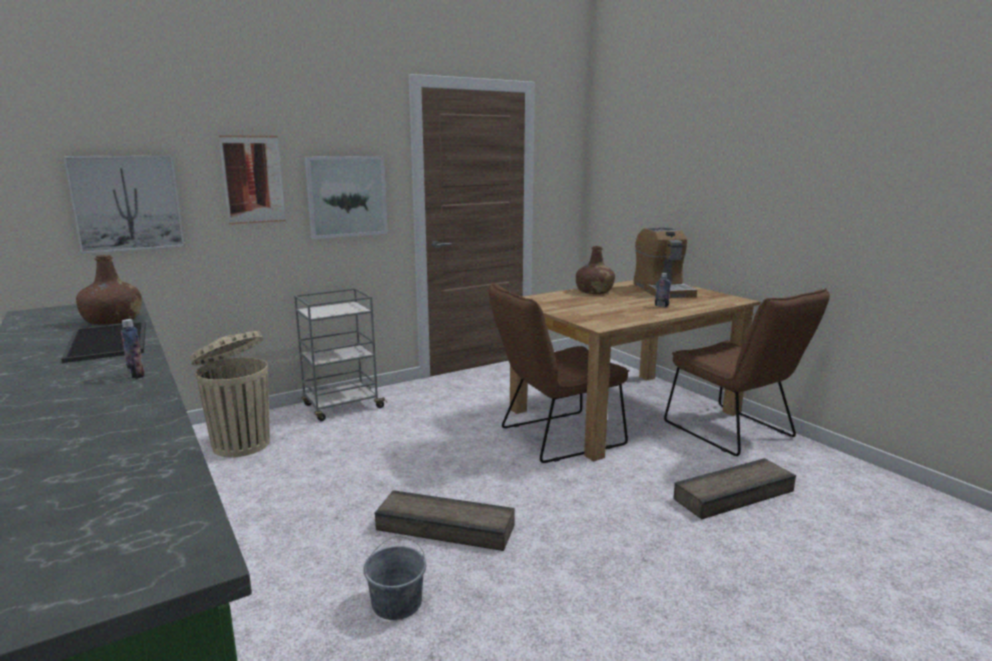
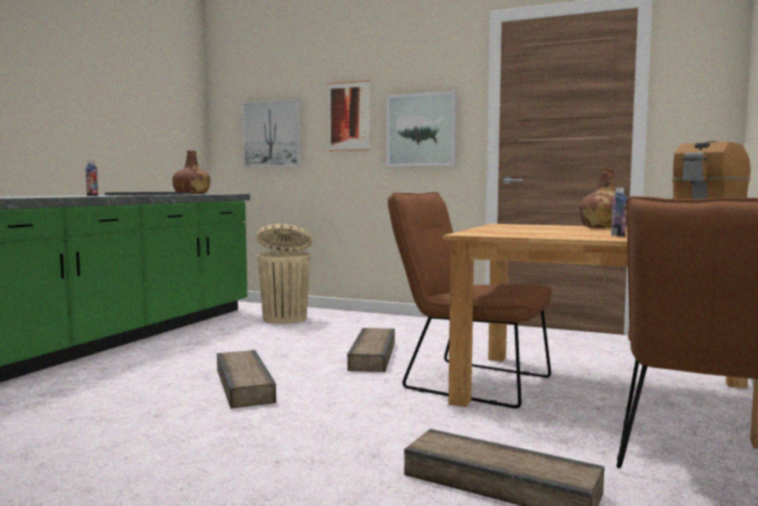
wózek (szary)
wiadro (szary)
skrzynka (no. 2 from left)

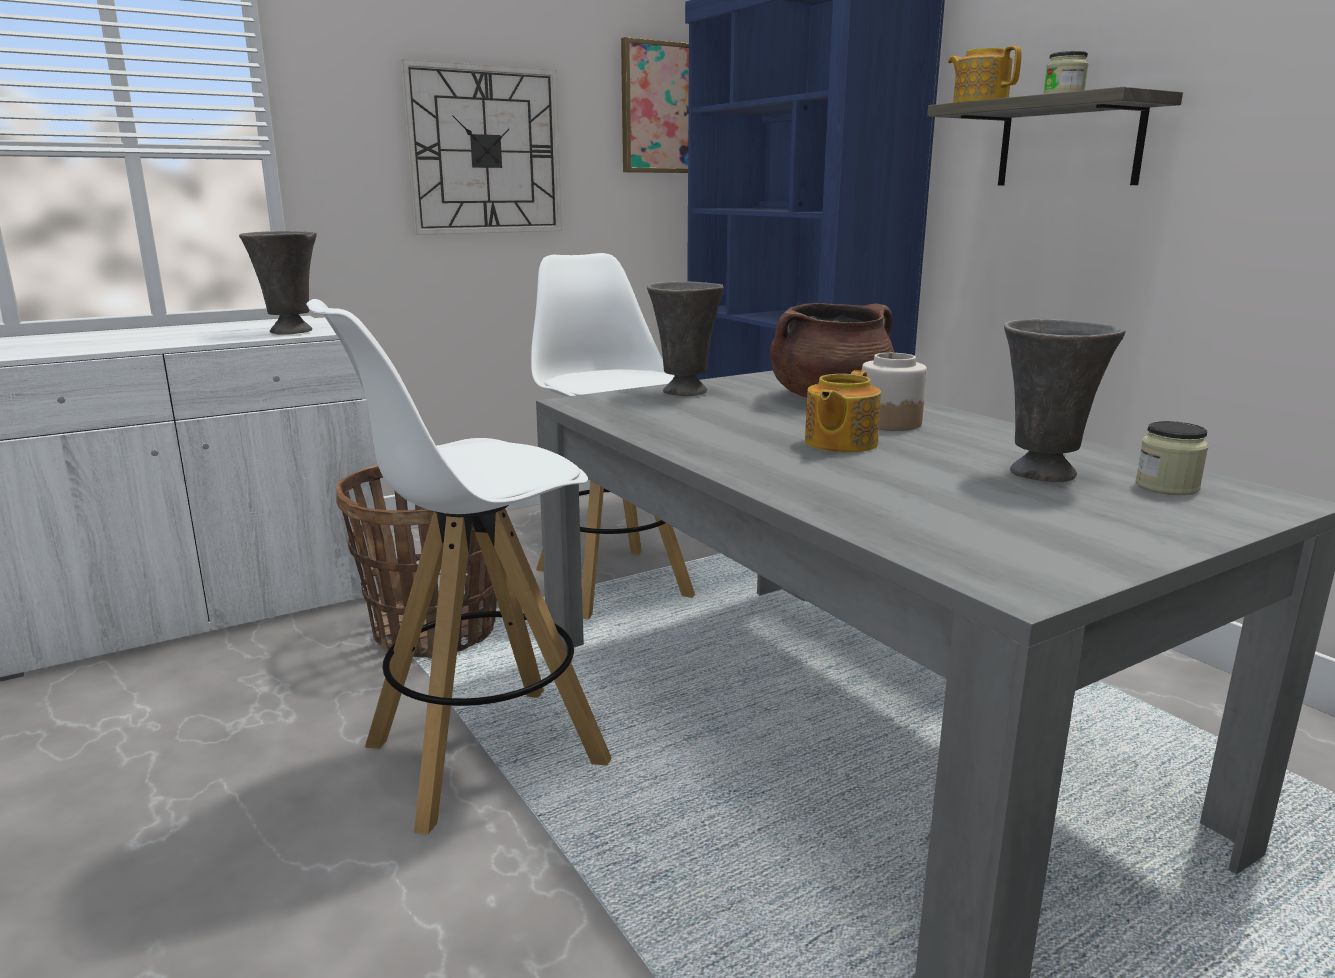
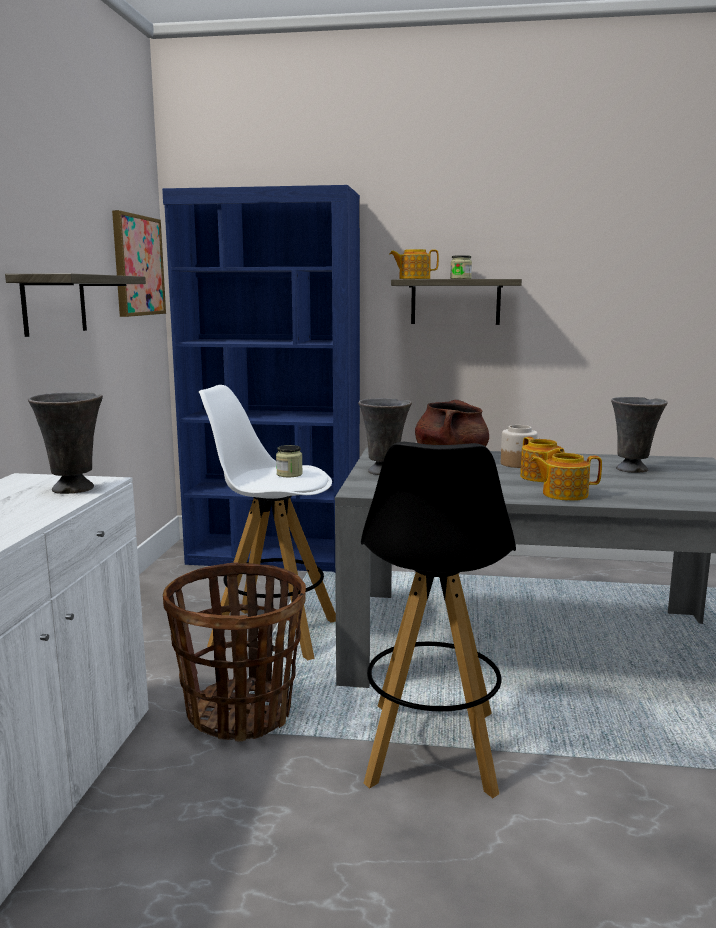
imbryk (no. 3 from left)
słoik (no. 1 from left)
półka (no. 1 from left)
stołek (czarny)

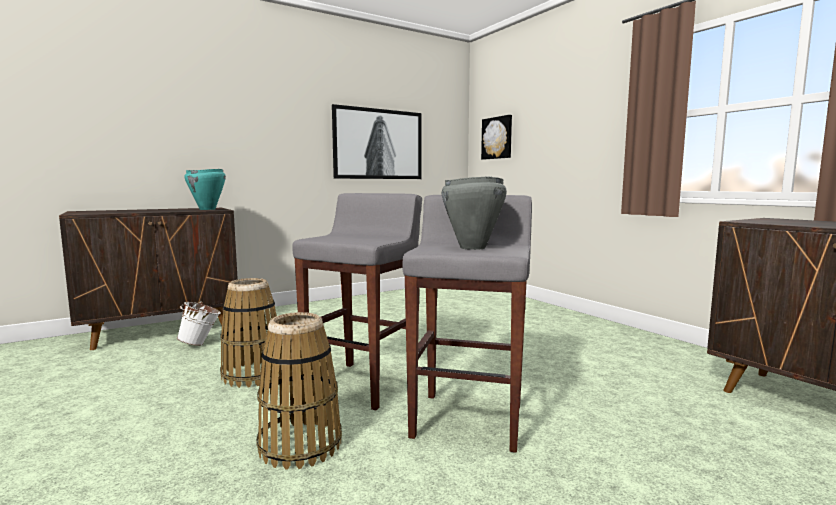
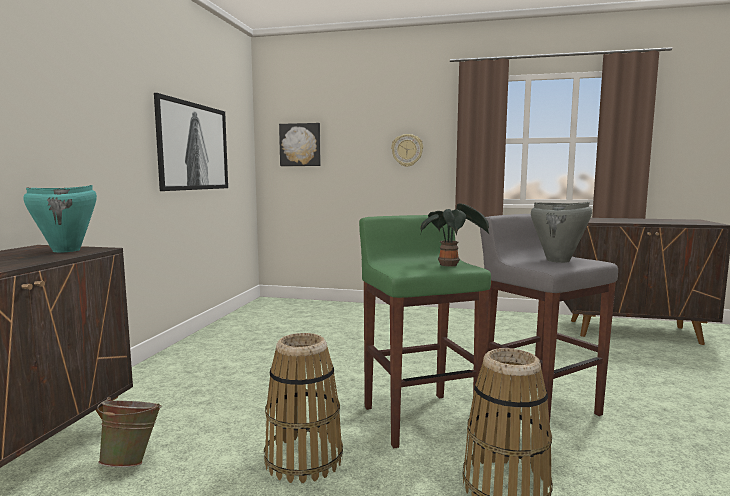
zegar ścienny
roślina doniczkowa
wiadro (zielony)
stołek (zielony)

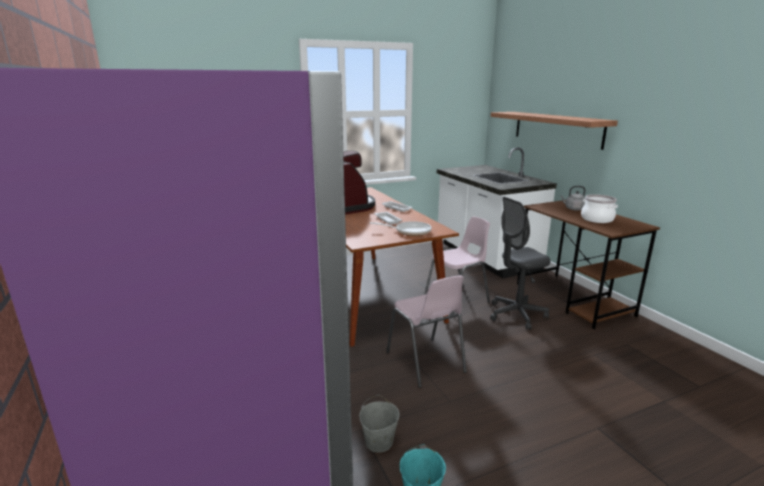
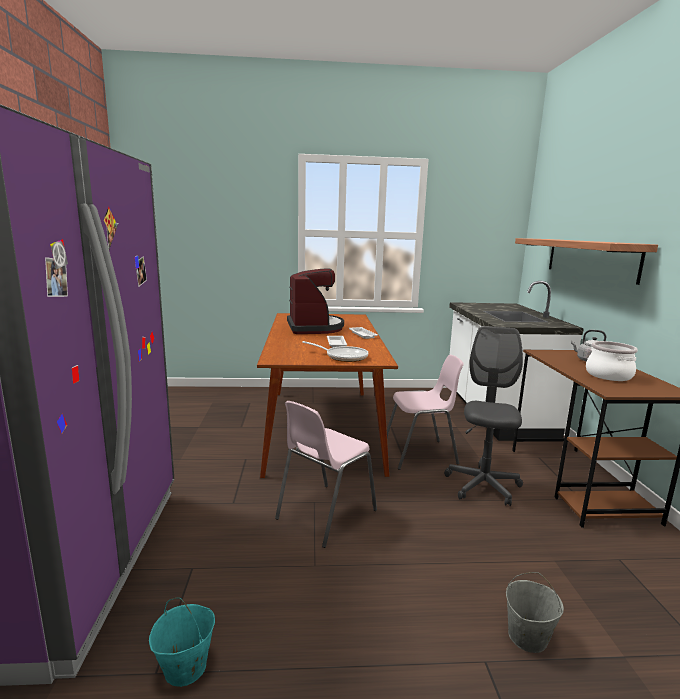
wiadro (szary)
krzesło (różowy) (no. 1 from left)
krzesło biurowe (szary)

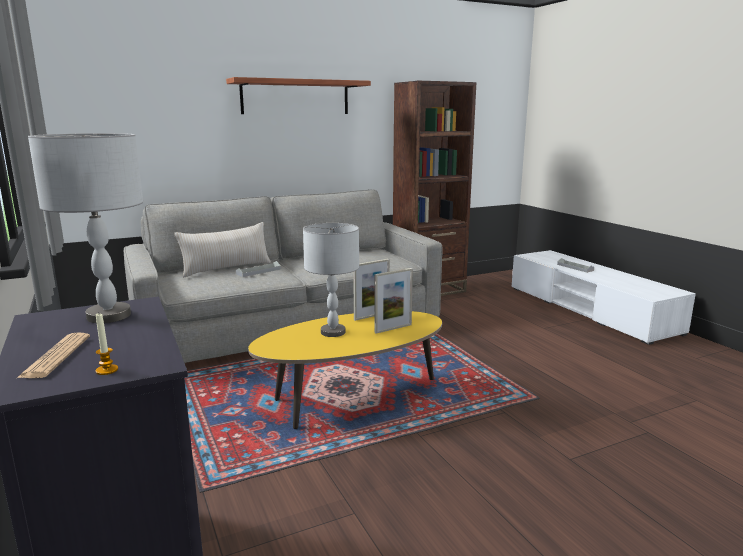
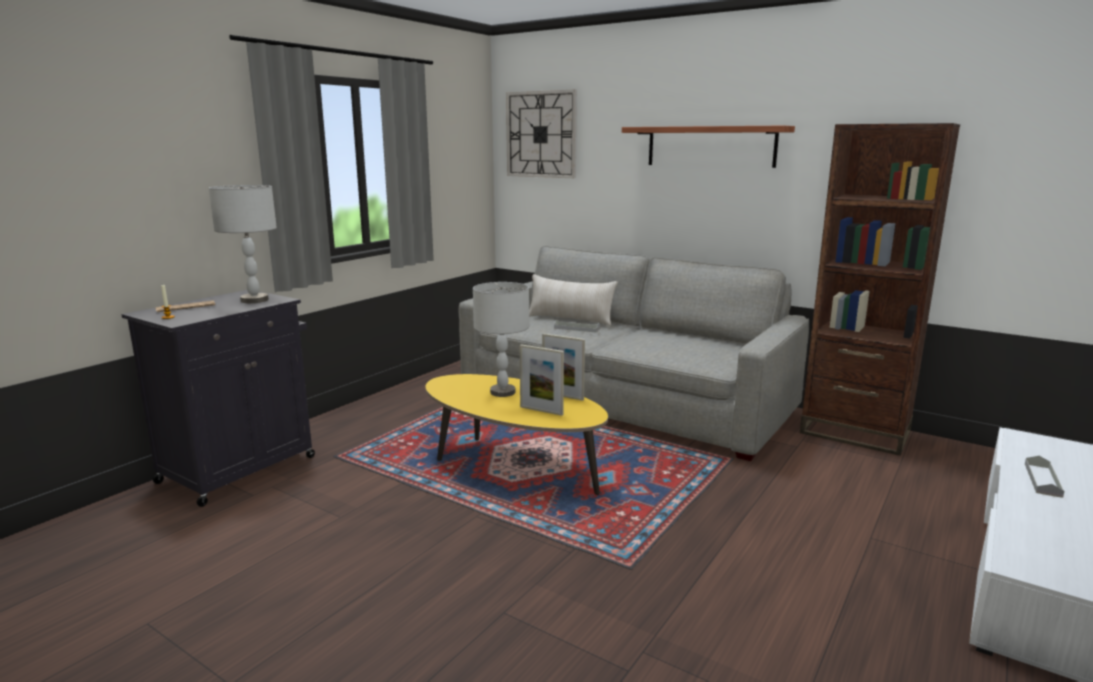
zegar ścienny

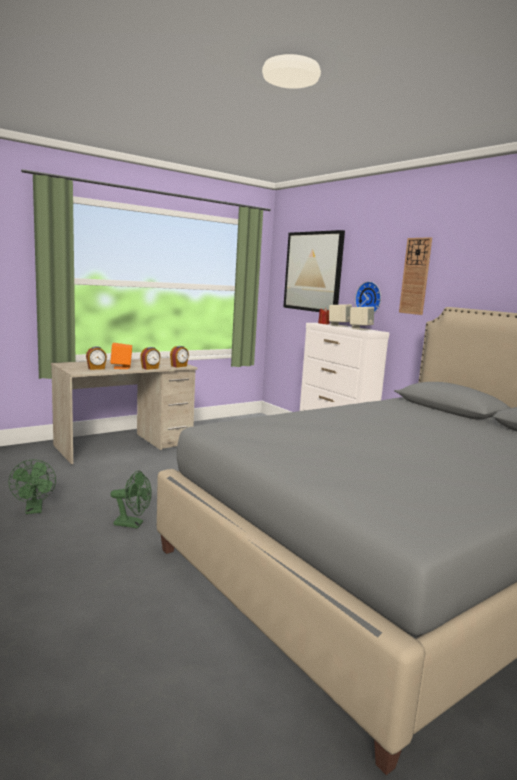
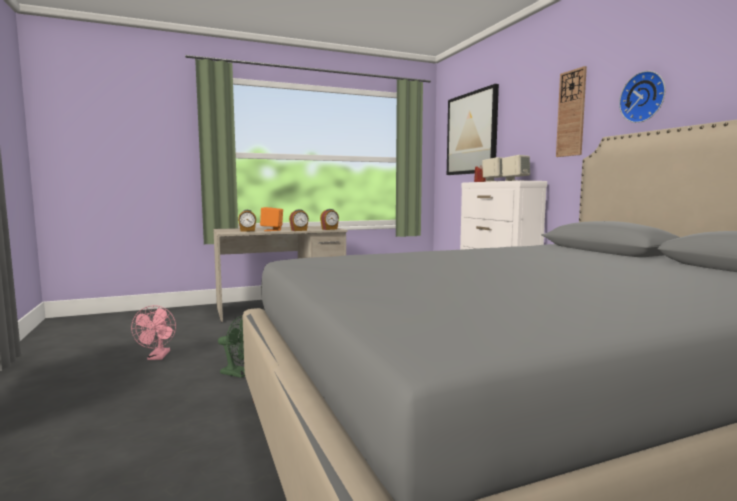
zegar ścienny (no. 2 from left)
wentylator (różowy)

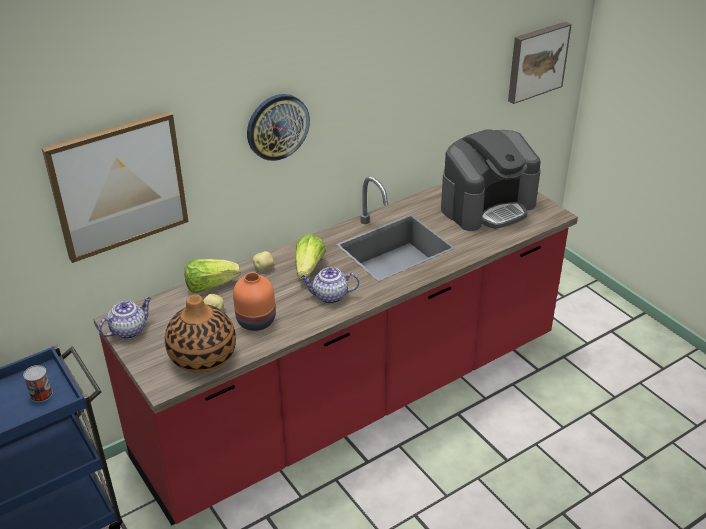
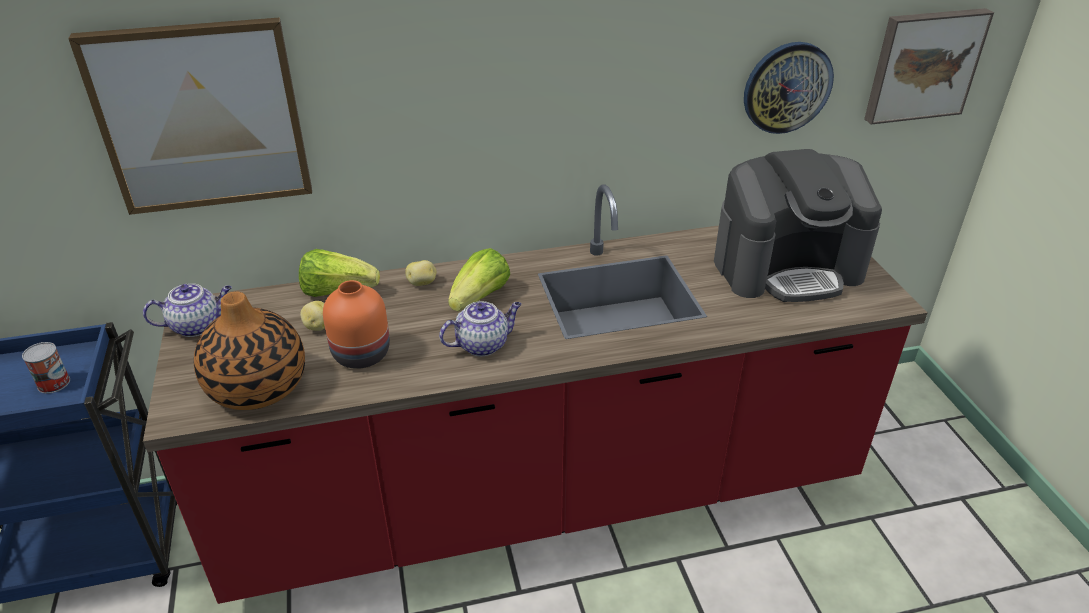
zegar ścienny
imbryk (no. 2 from left)

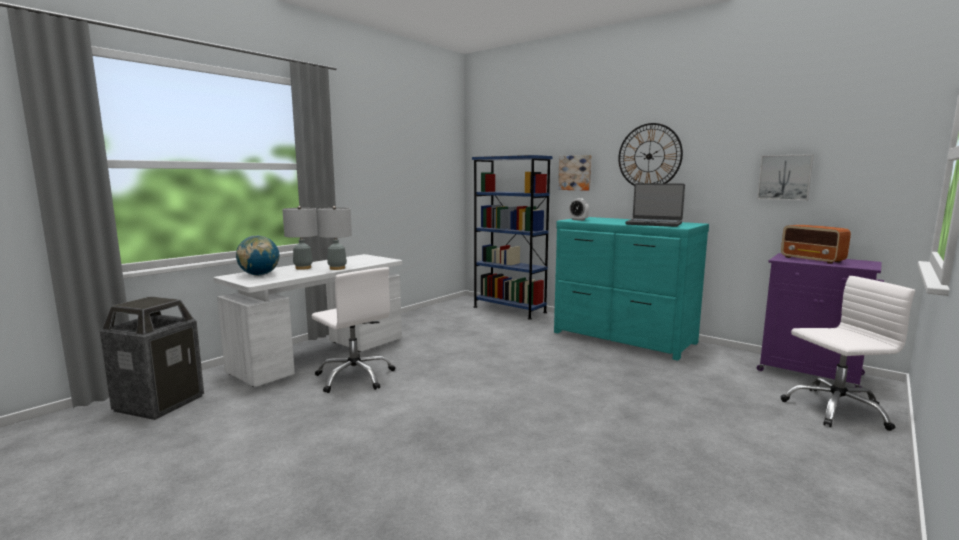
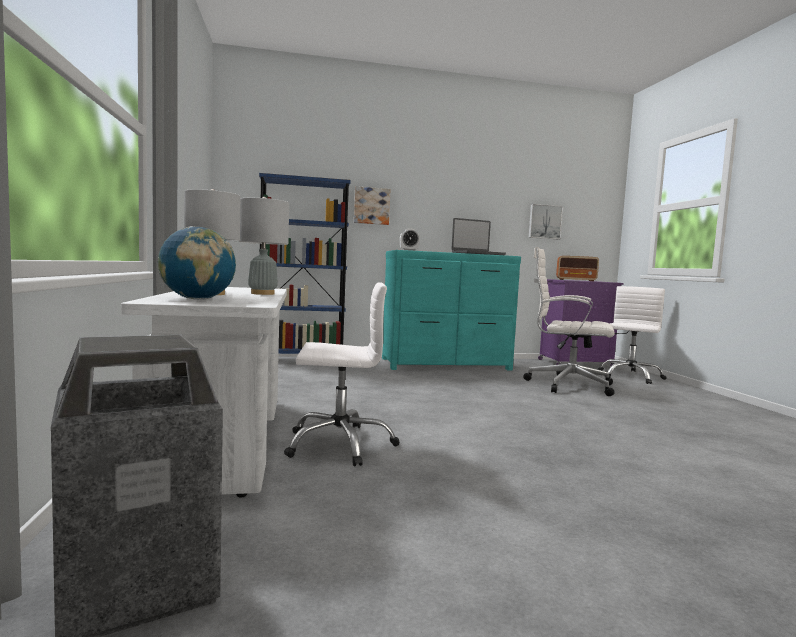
zegar ścienny
krzesło biurowe (biały) (no. 2 from left)

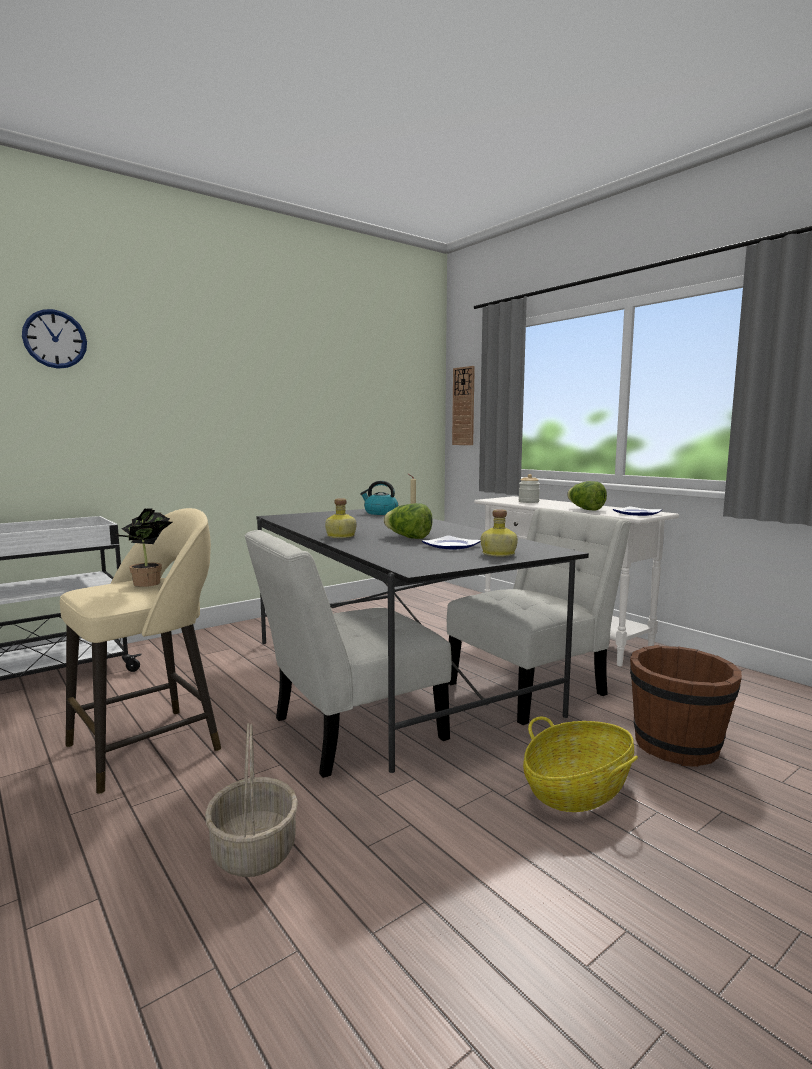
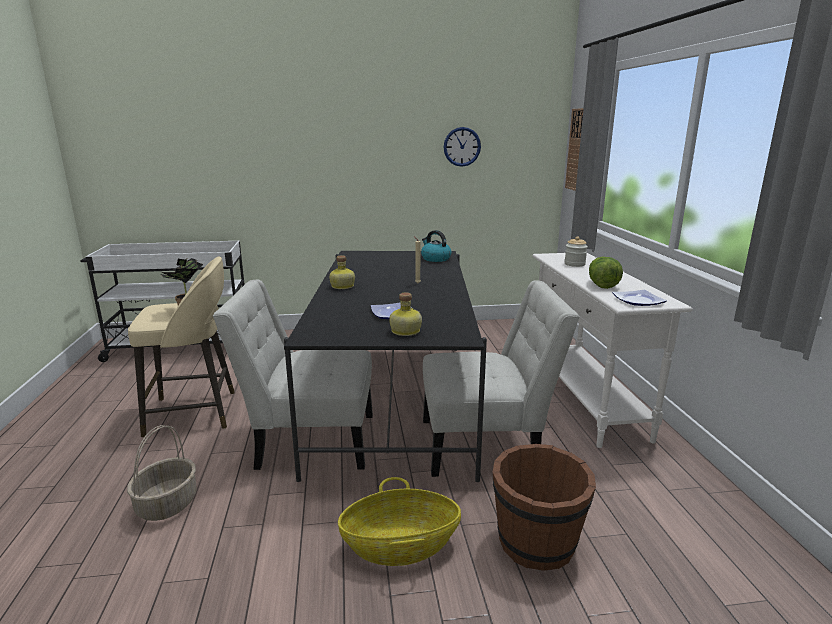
sałata (no. 1 from left in the first image)
zegar ścienny (no. 1 from left)

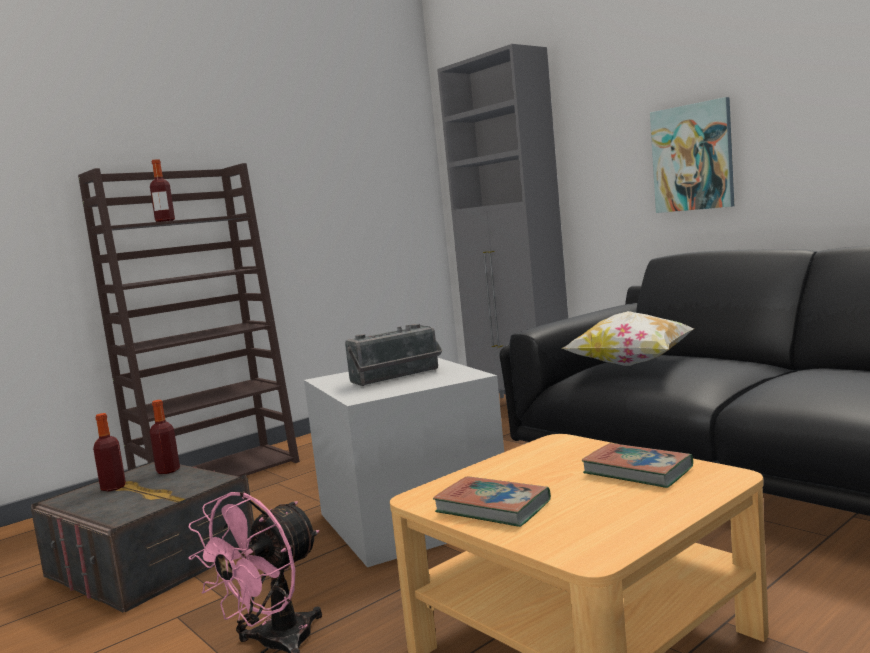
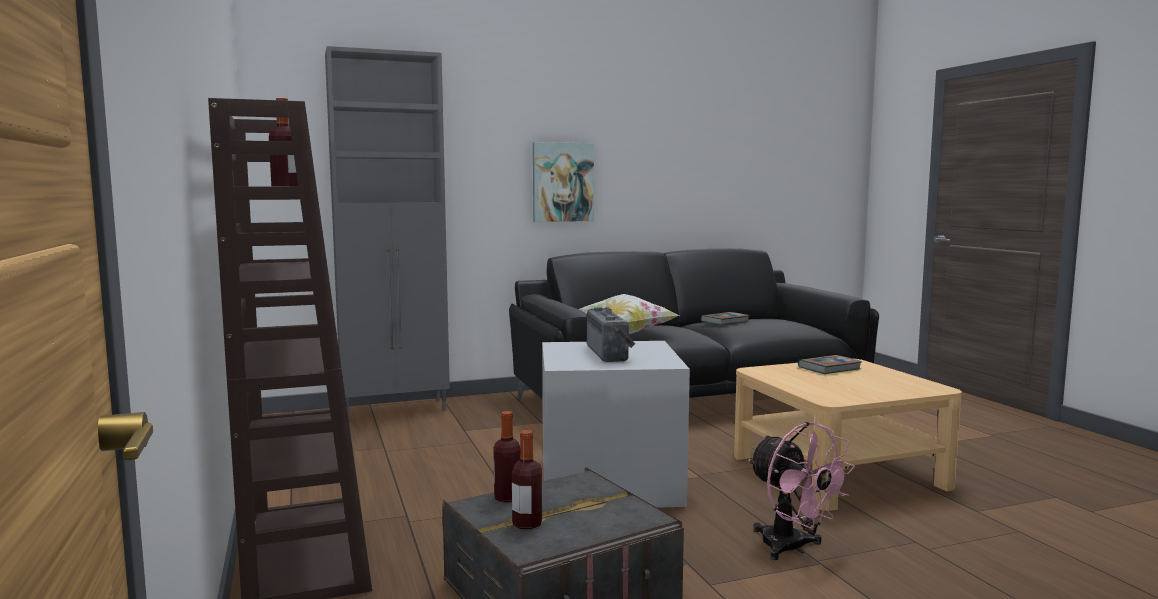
książka (no. 1 from left)

